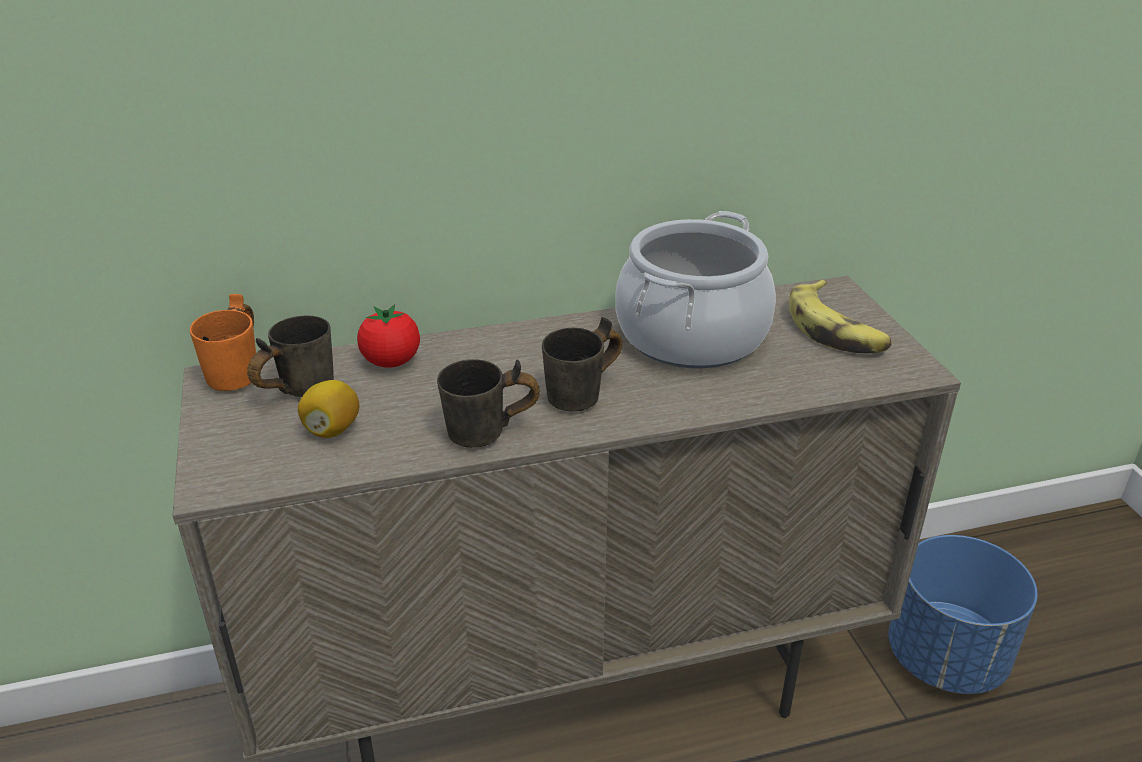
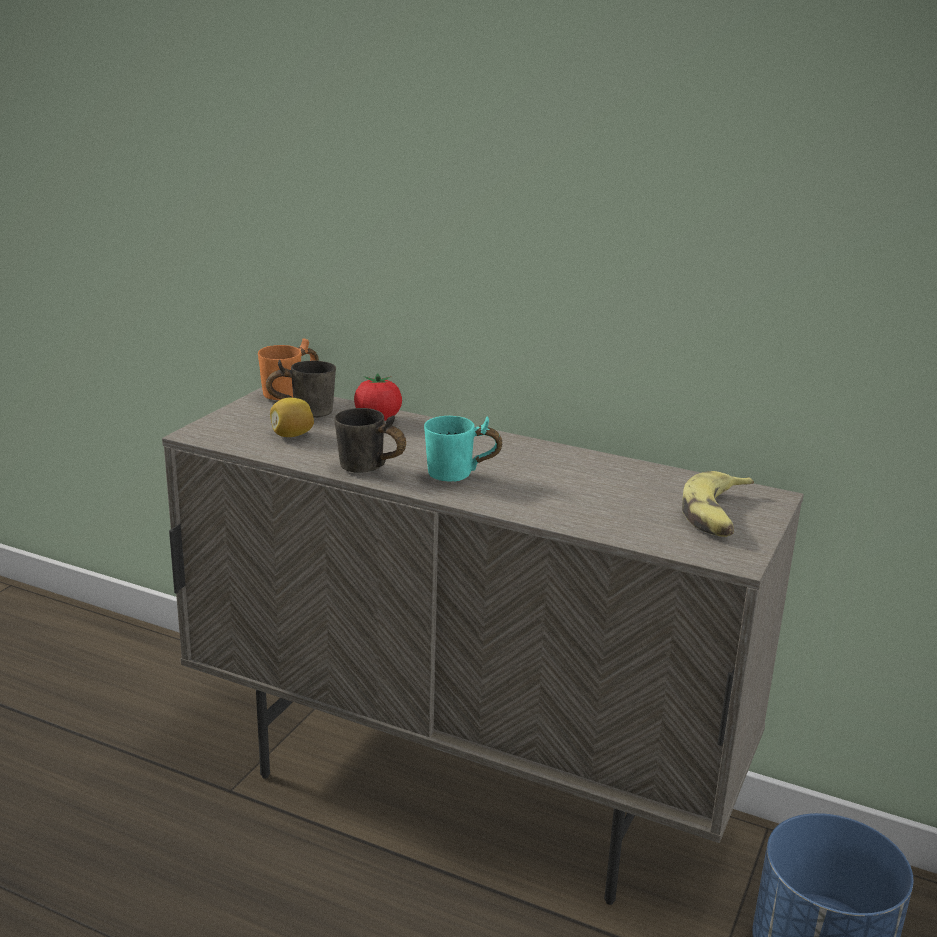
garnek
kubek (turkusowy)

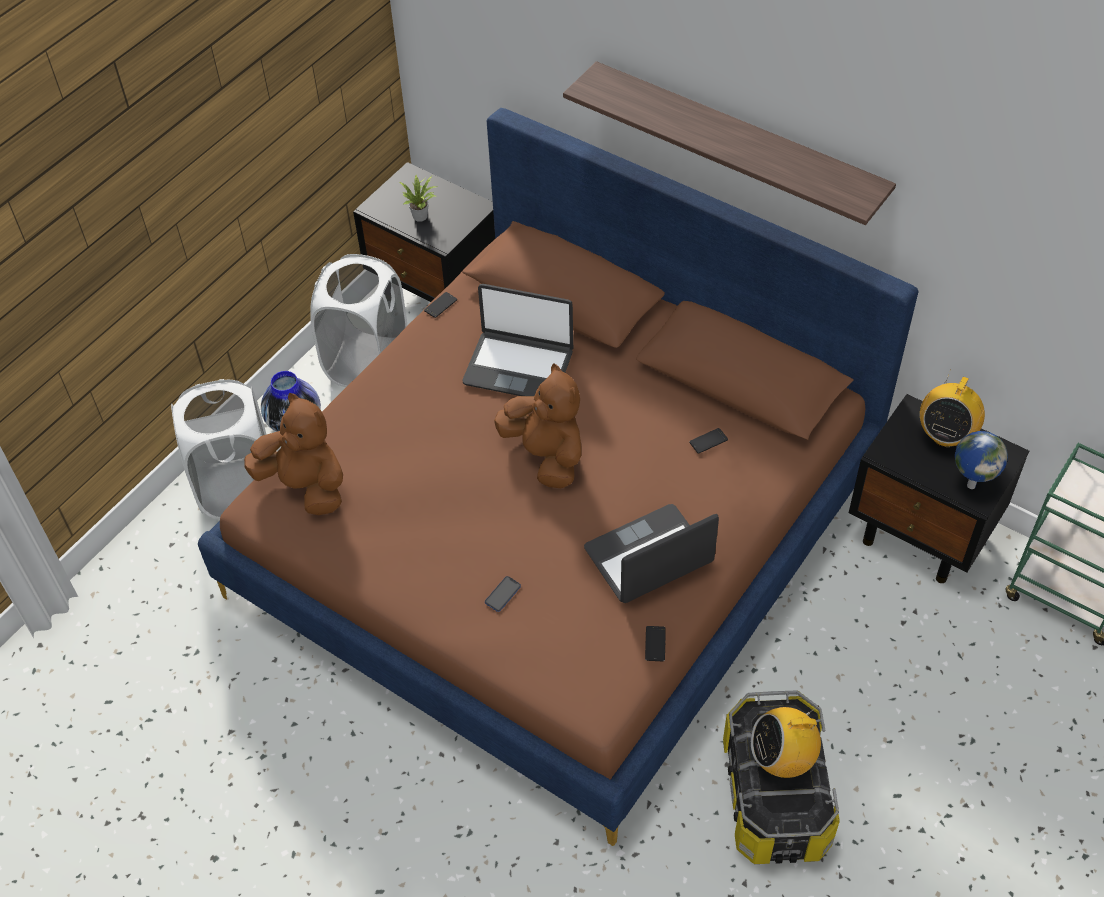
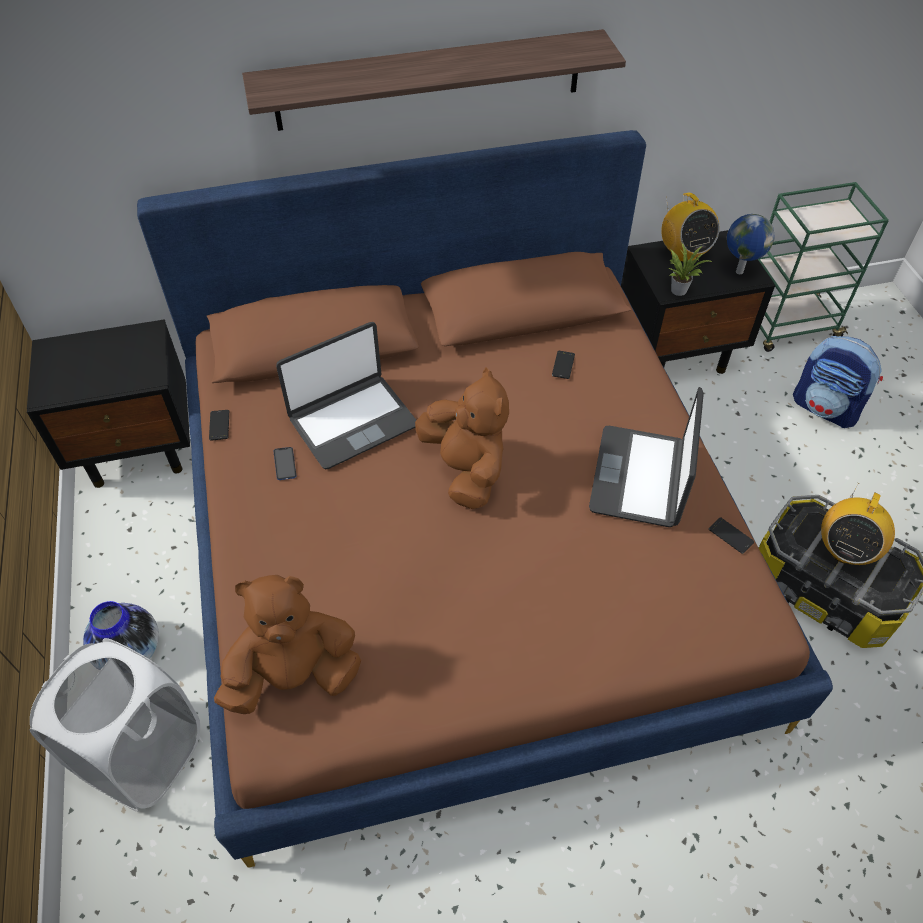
kosz na pranie (biały) (no. 2 from left in the first image)
plecak
roślina doniczkowa
telefon (no. 2 from left)
pluszak (brązowy) (no. 2 from left)

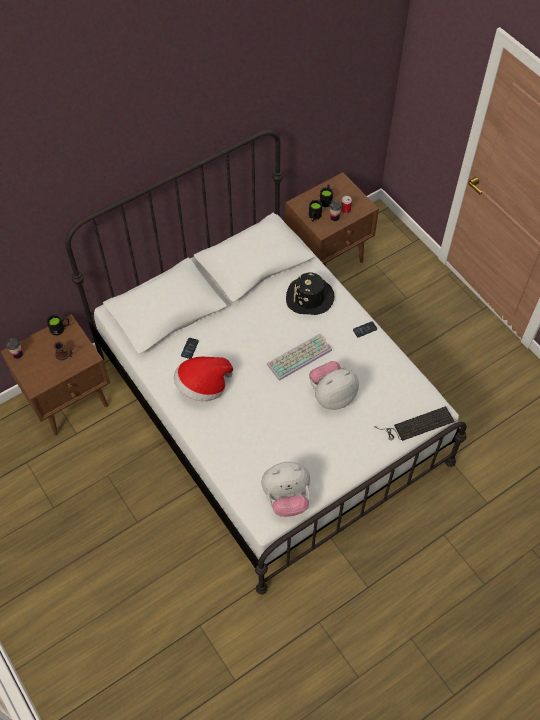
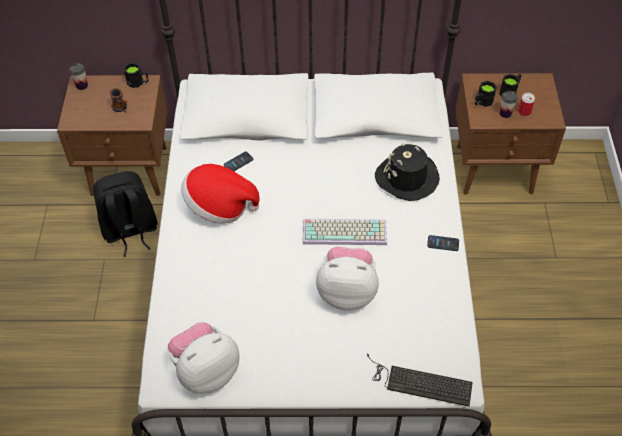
plecak (czarny)
pluszak (no. 1 from left)

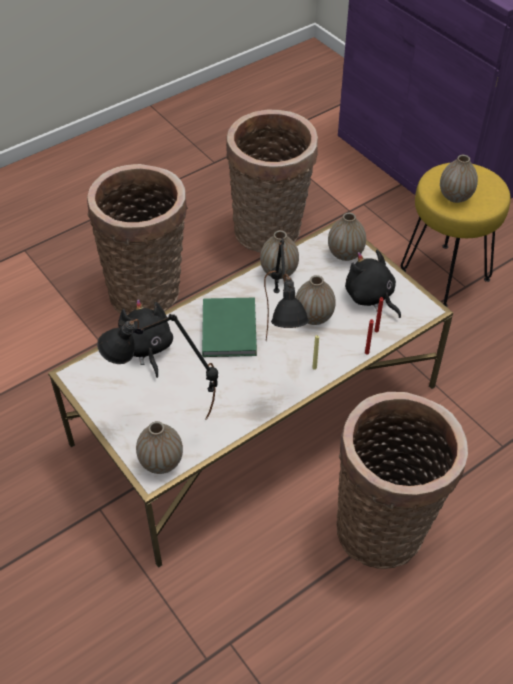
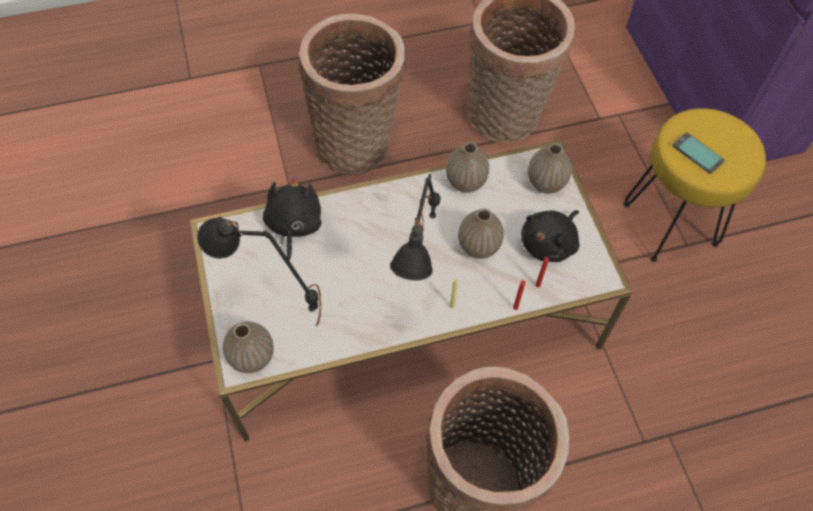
książka (zielony)
telefon
pluszak (czarny) (no. 2 from left)

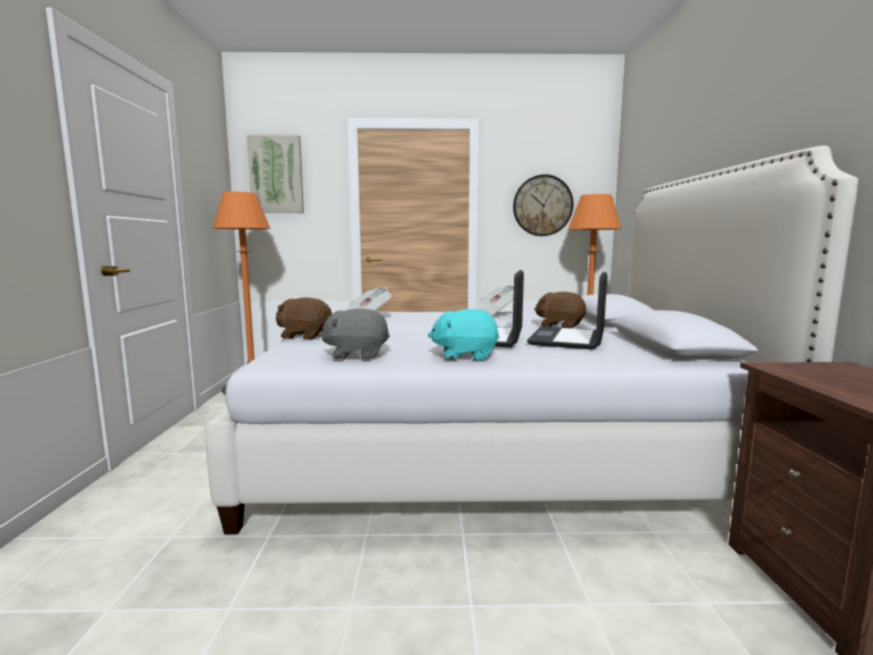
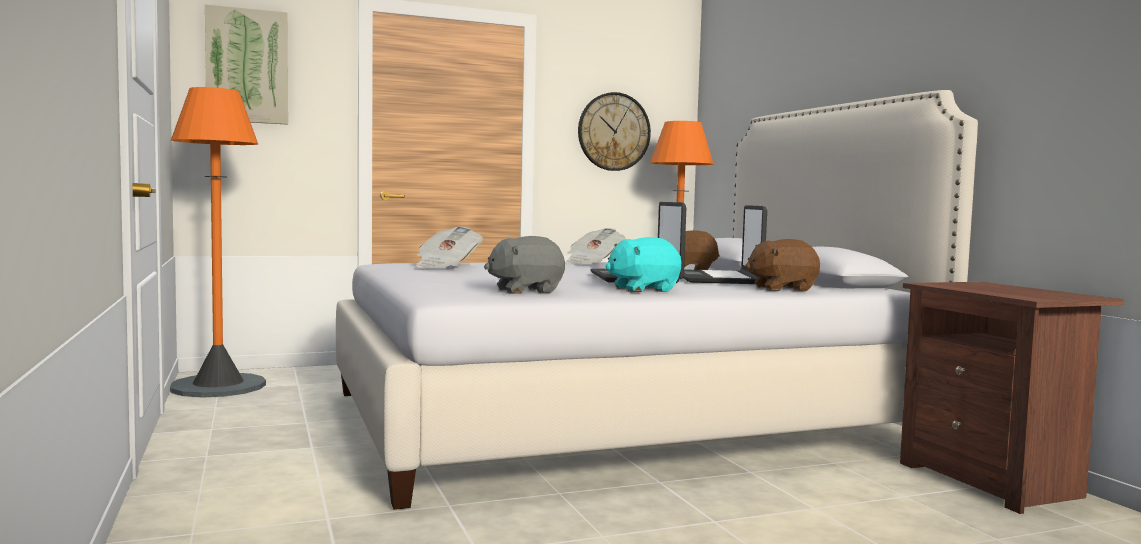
pluszak (brązowy) (no. 2 from left)

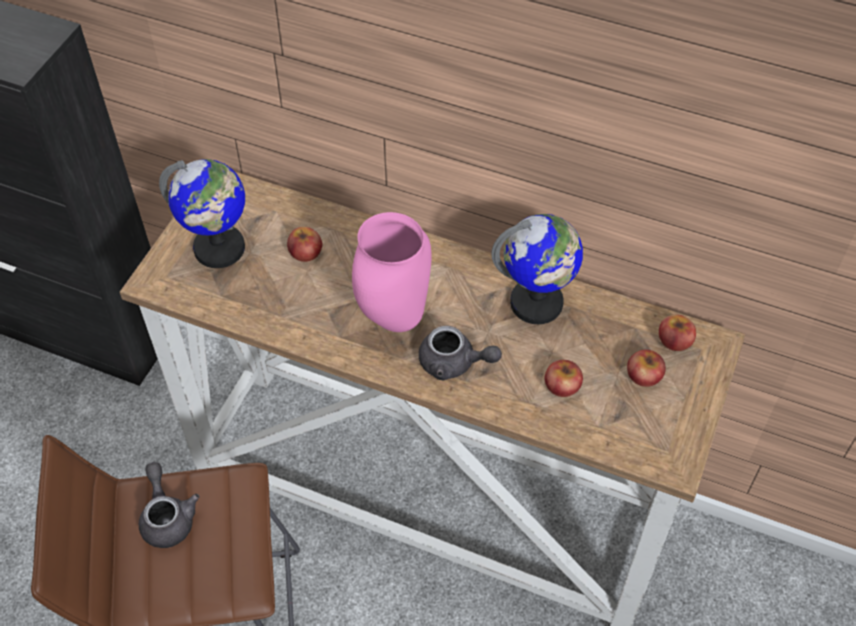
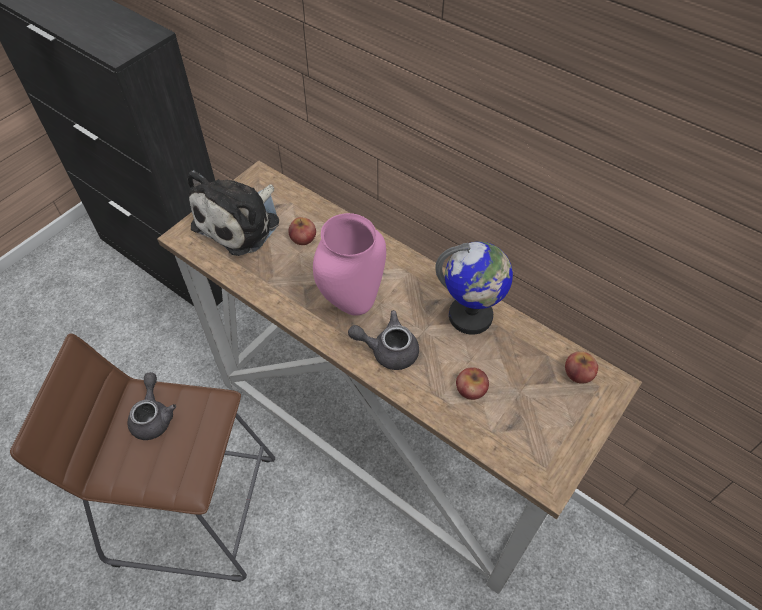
jabłko (no. 3 from left in the first image)
pluszak
imbryk (szary) (no. 2 from left)

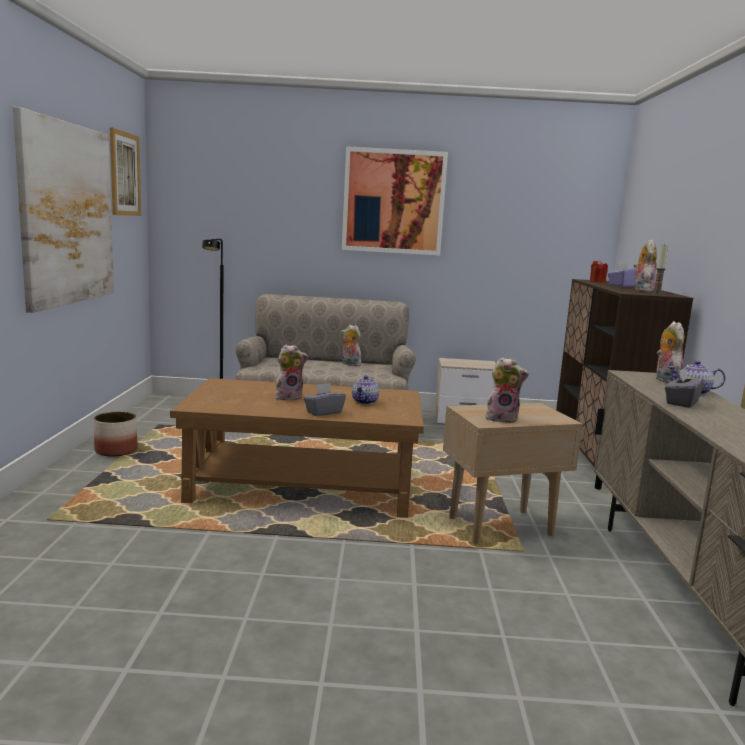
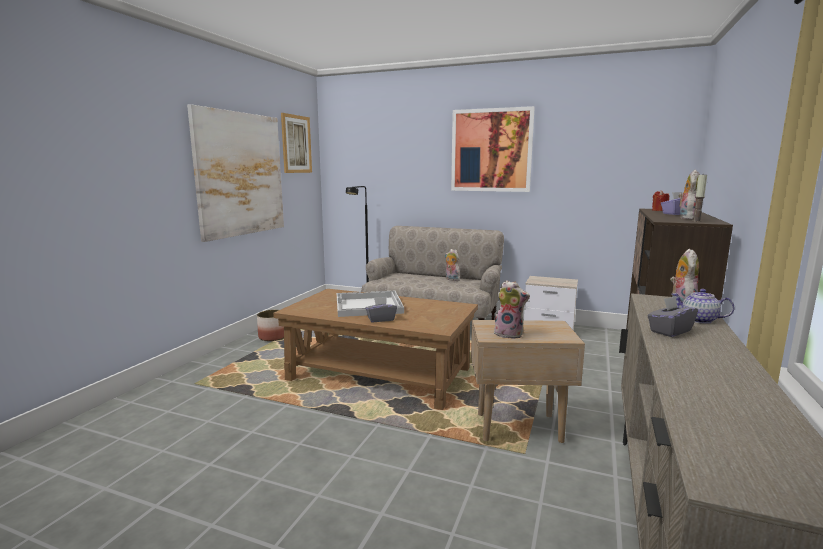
imbryk (no. 1 from left in the first image)
taca (biały)

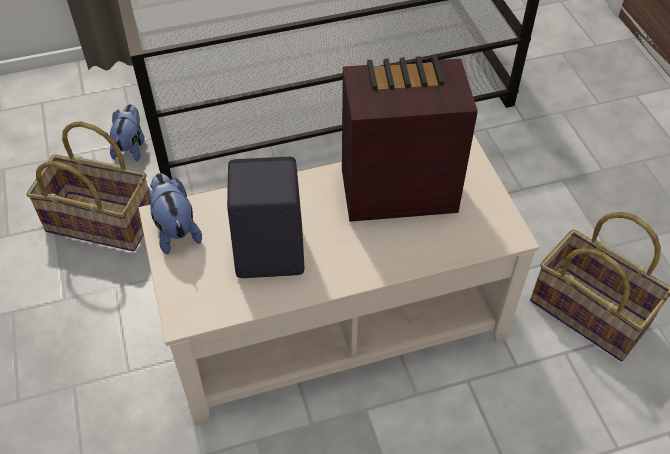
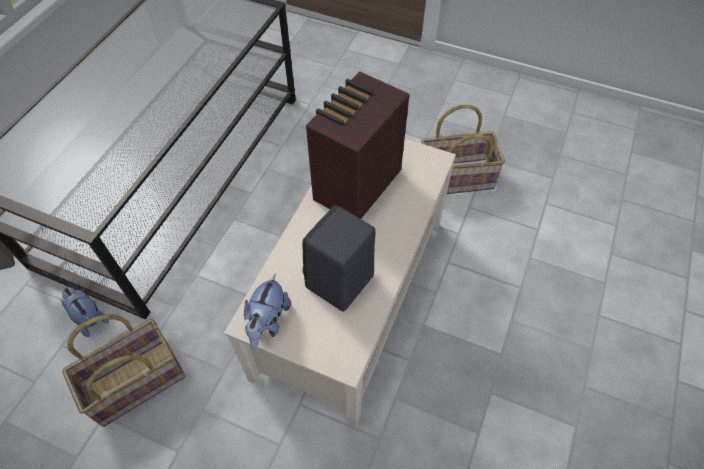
pluszak (no. 2 from left)

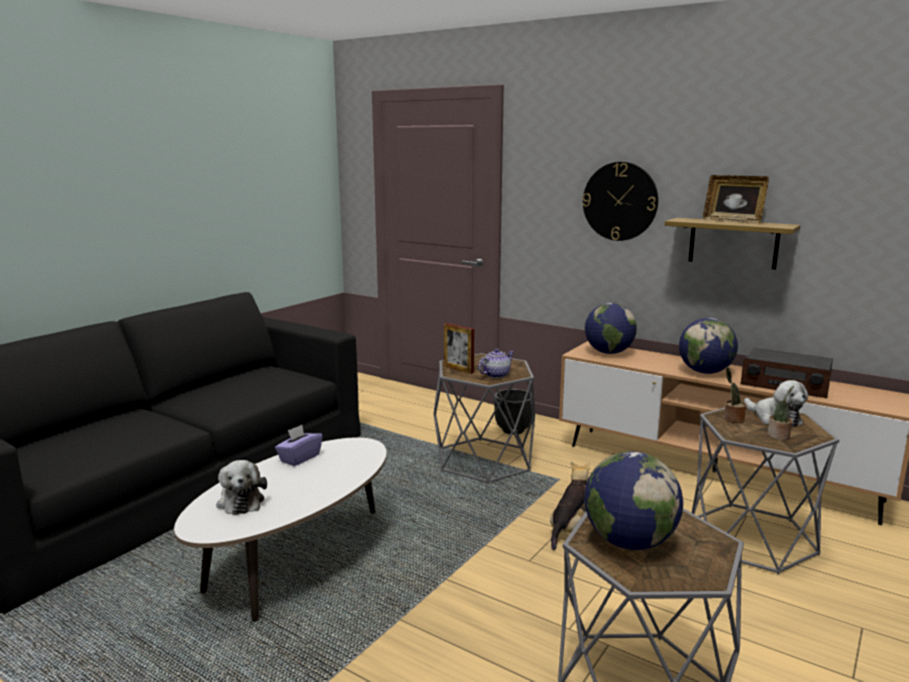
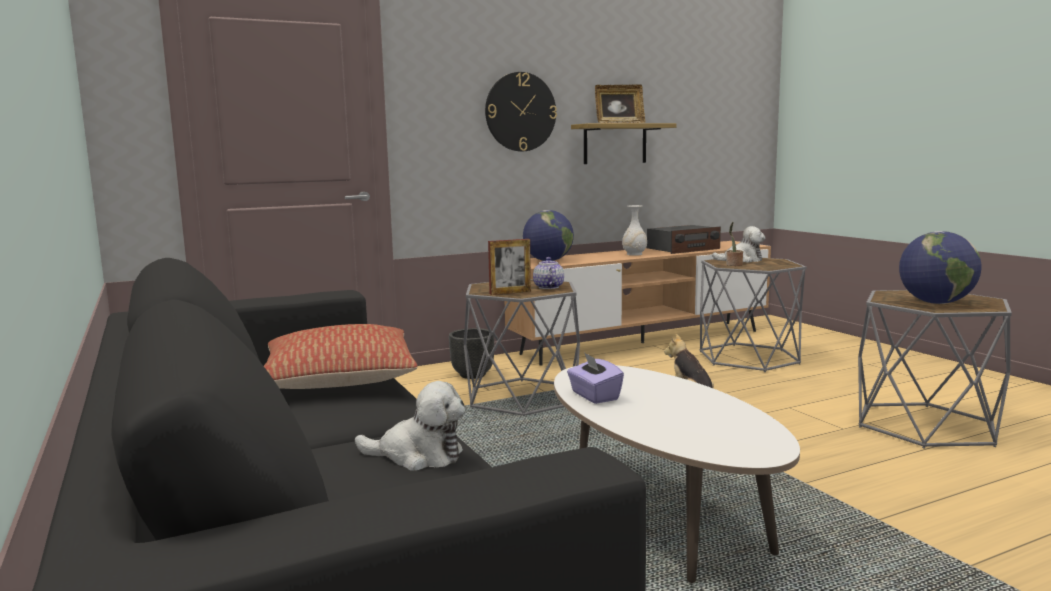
roślina doniczkowa (no. 2 from left in the first image)
poduszka
pluszak (no. 1 from left)
wazon (biały)

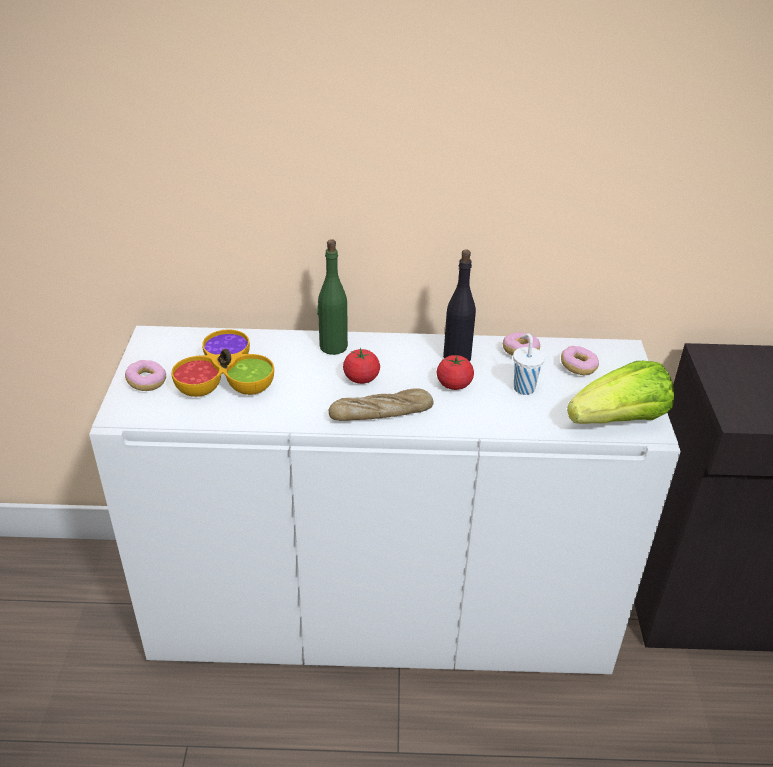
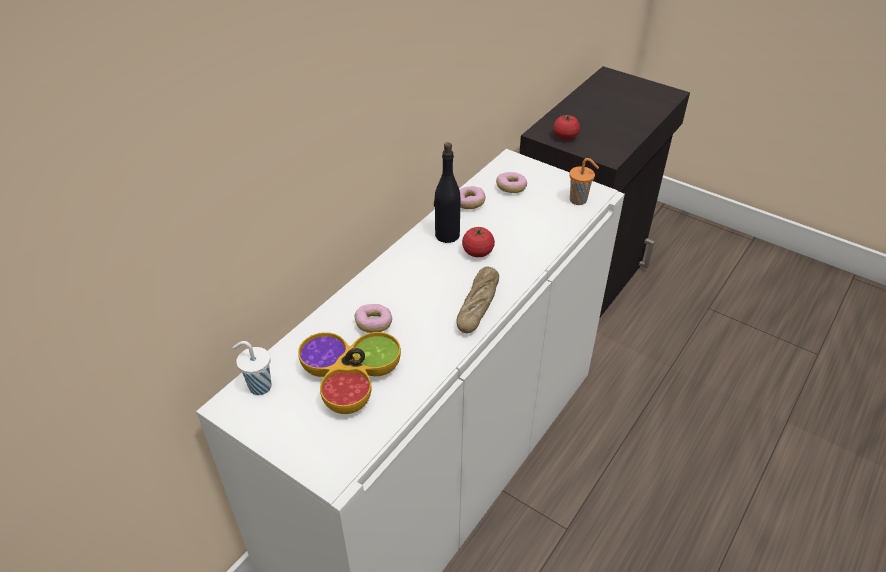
butelka (zielony)
donut (no. 1 from left)
pomidor (no. 2 from left)
filiżanka (biały)
filiżanka (pomarańczowy)

